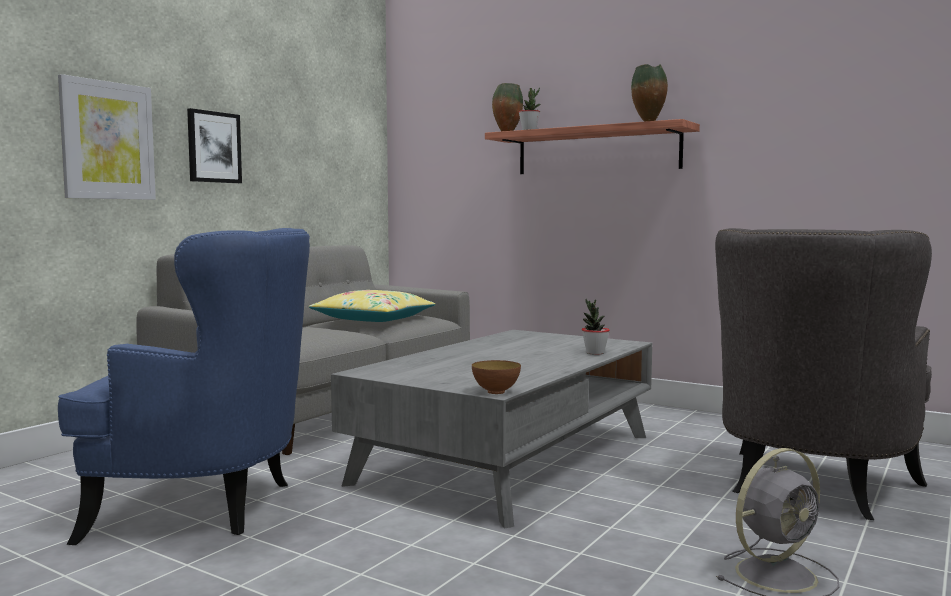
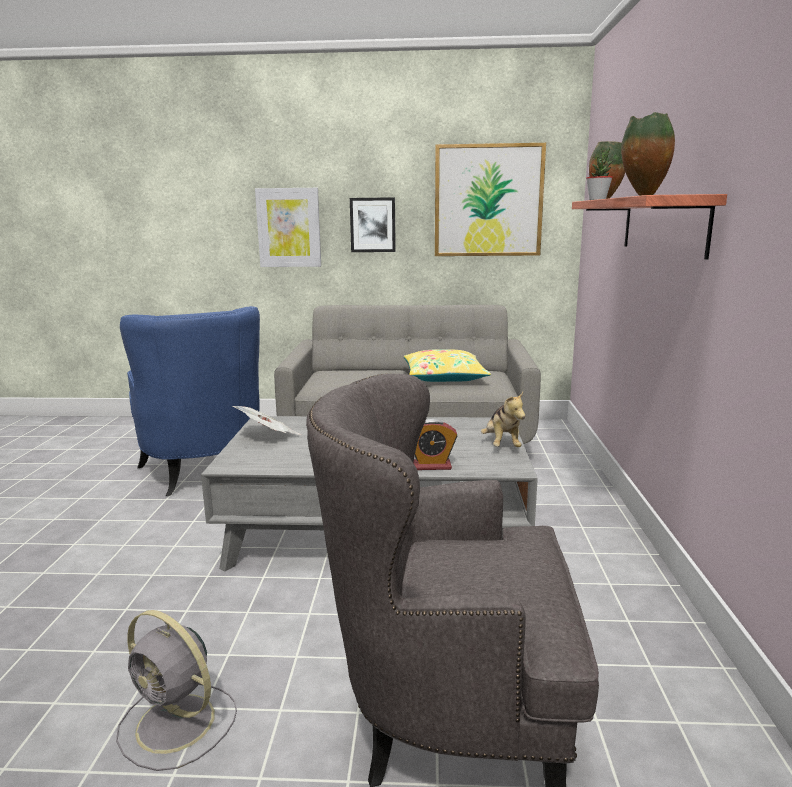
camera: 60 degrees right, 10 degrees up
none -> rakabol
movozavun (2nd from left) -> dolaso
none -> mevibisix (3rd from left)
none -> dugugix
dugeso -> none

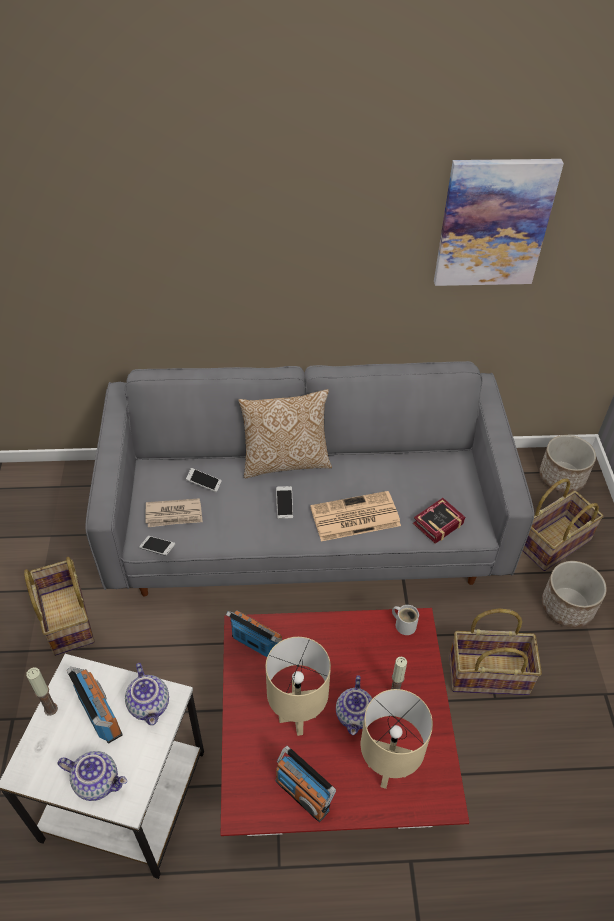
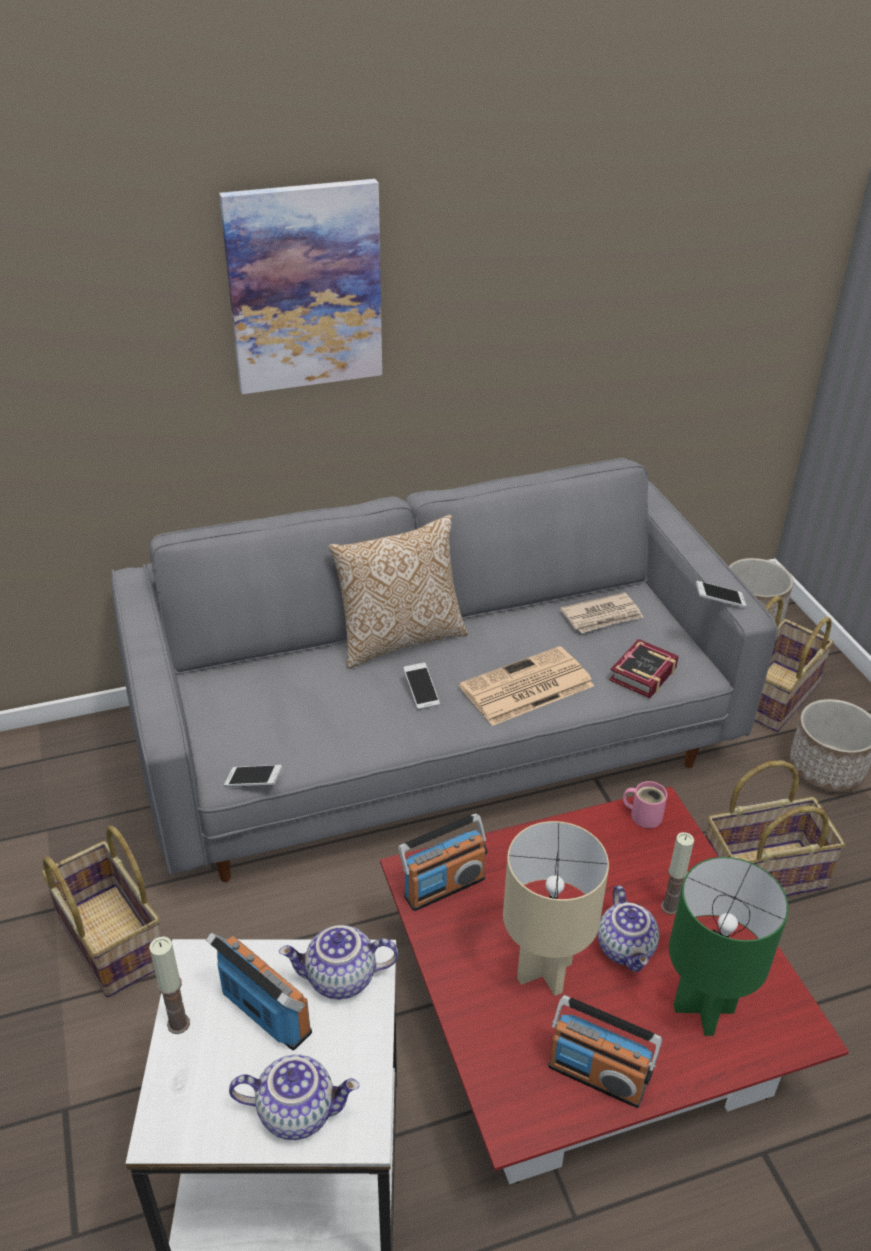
camera: 15 degrees left, 10 degrees down
mevibisix, move
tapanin (2nd from left), 120 degrees clockwise
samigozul (2nd from left), 135 degrees clockwise
rakabol (1st from left in the first image) -> rakabol (2nd from left), move
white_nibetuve -> pink_nibetuve
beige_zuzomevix (2nd from left) -> green_zuzomevix
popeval (2nd from left in the first image) -> popeval (3rd from left), move

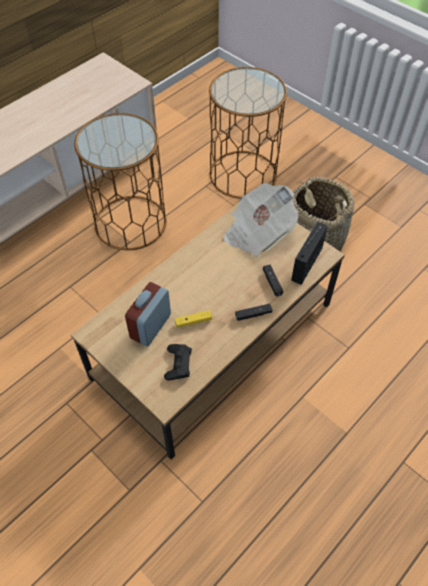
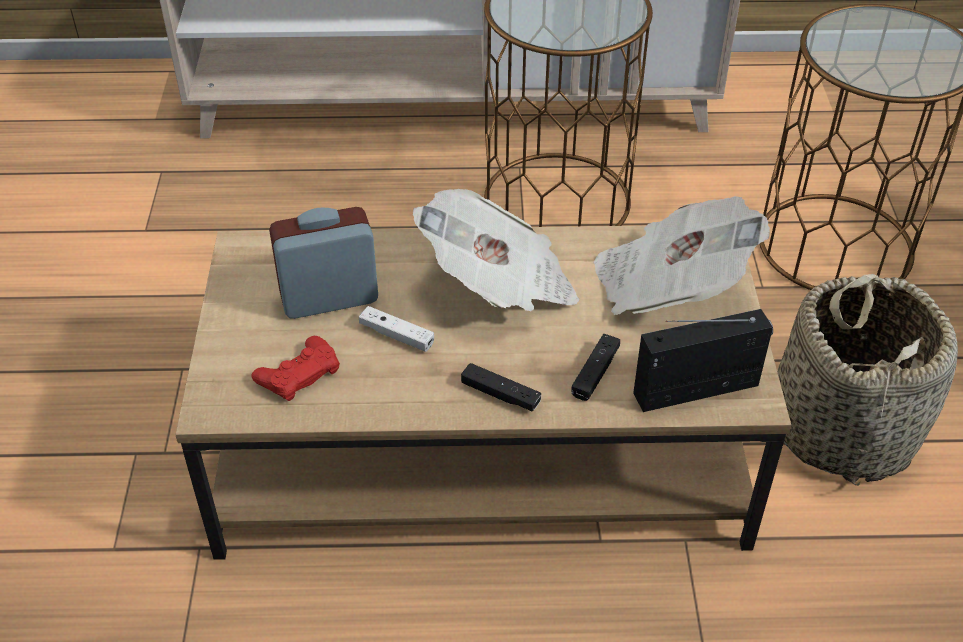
camera: 45 degrees right, 10 degrees down
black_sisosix (1st from left) -> red_sisosix
yellow_sisosix -> white_sisosix
none -> rakabol (1st from left)

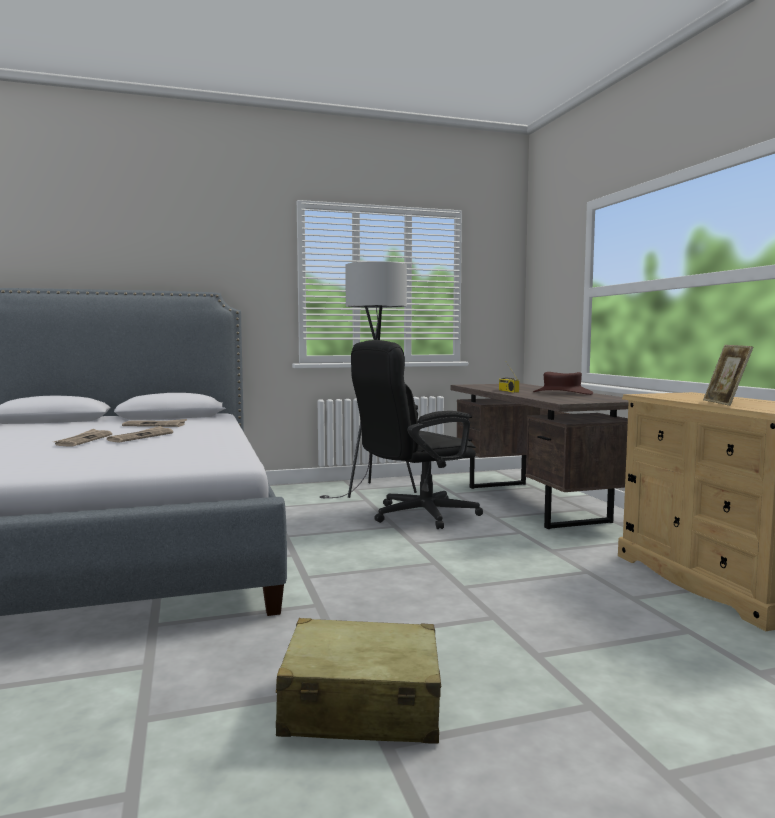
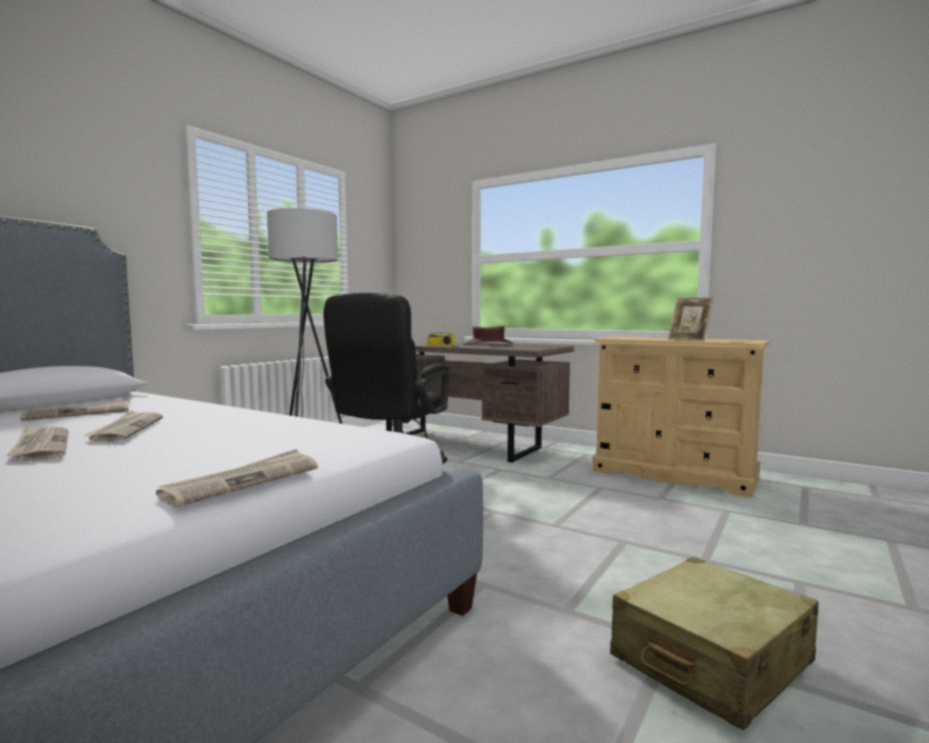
camera: 40 degrees left, 0 degrees up
none -> rakabol (4th from left)

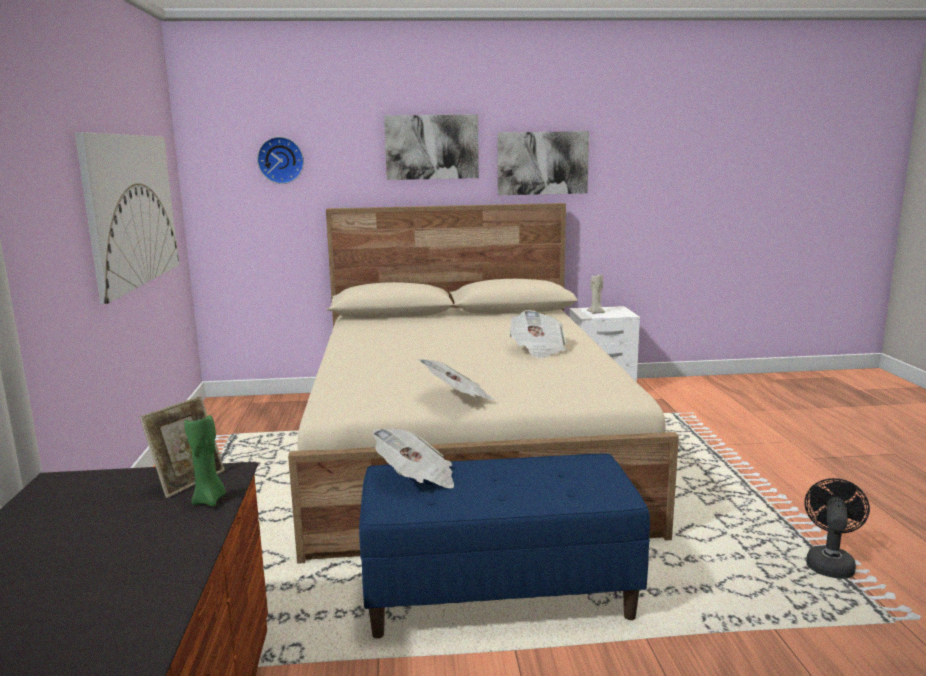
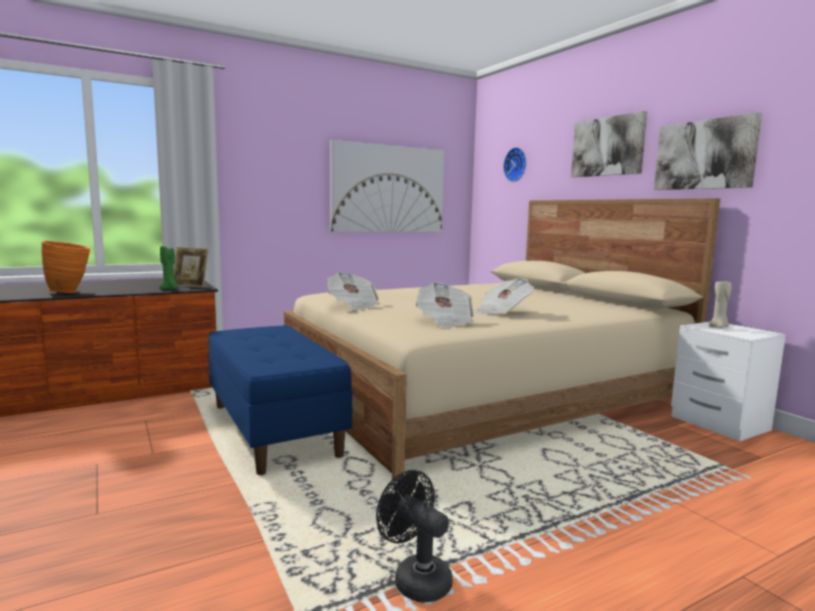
camera: 65 degrees right, 5 degrees down
none -> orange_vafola
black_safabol, 135 degrees counterclockwise
rakabol (1st from left in the first image) -> rakabol (2nd from left), move

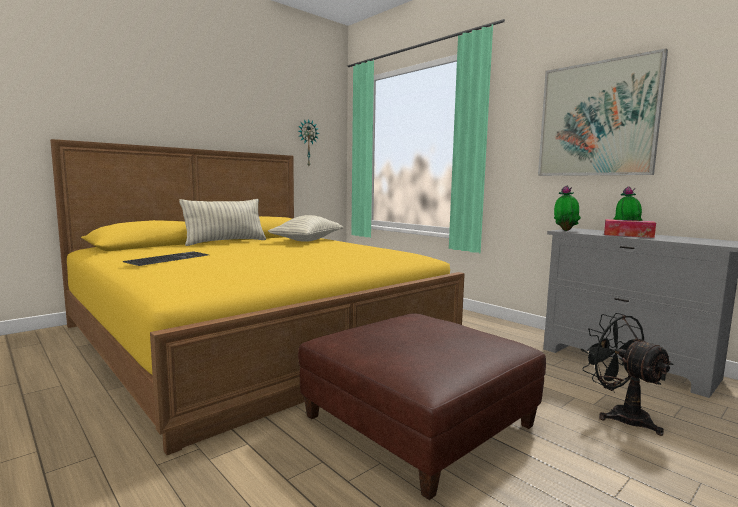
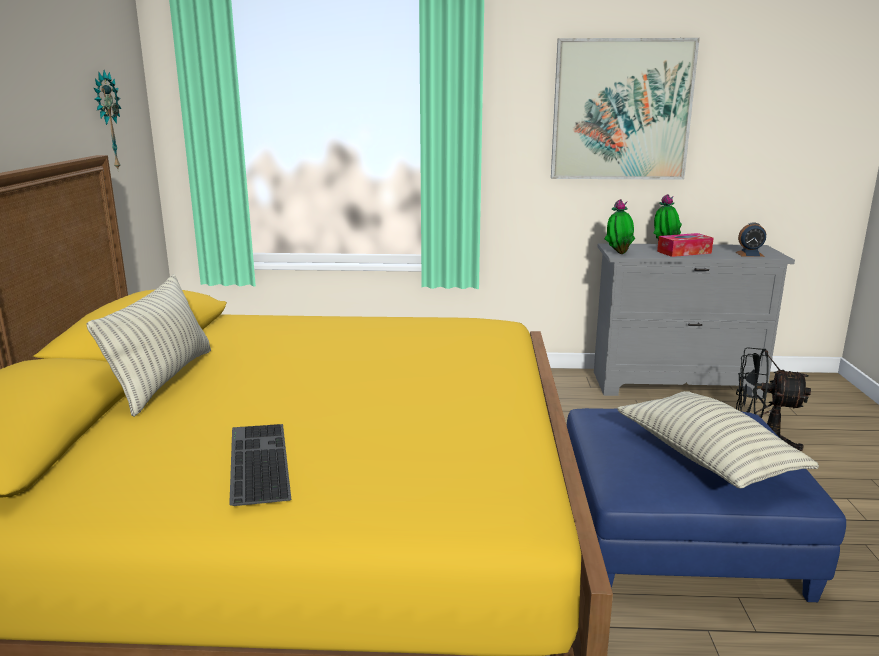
camera: 45 degrees left, 10 degrees up
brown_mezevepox -> blue_mezevepox
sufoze (2nd from left), move
none -> dolaso

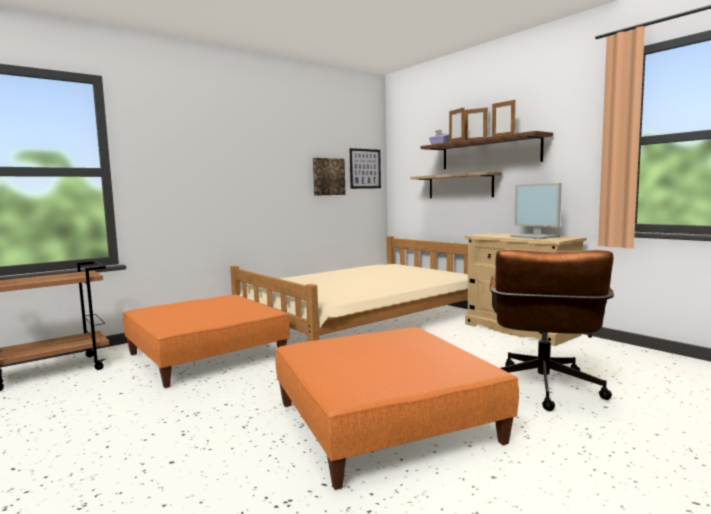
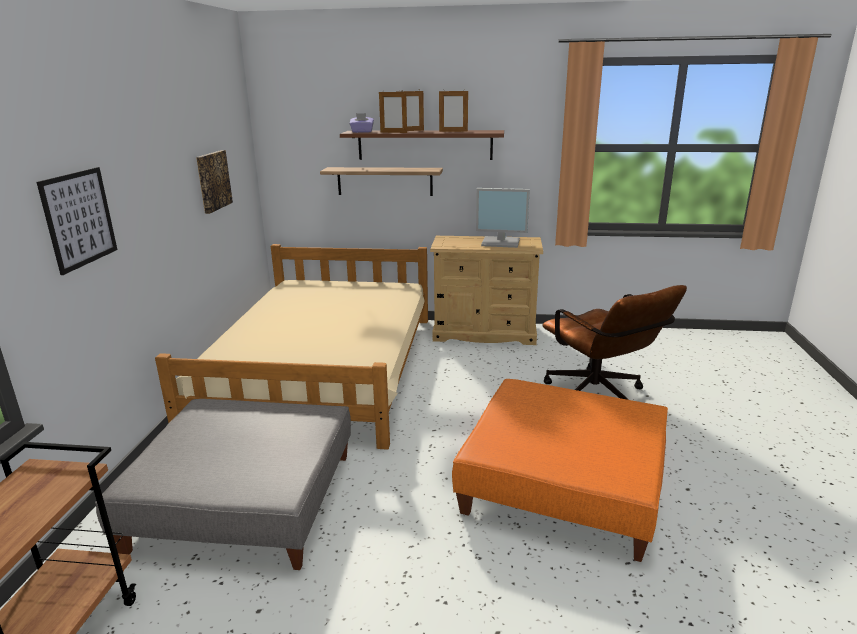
camera: 45 degrees left, 15 degrees up
mevibisix (2nd from left in the first image) -> mevibisix (1st from left), move
orange_mezevepox (1st from left) -> grey_mezevepox

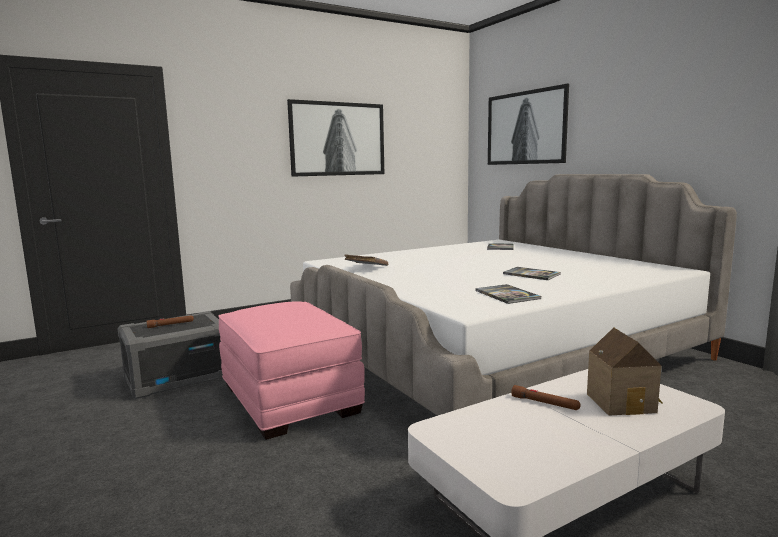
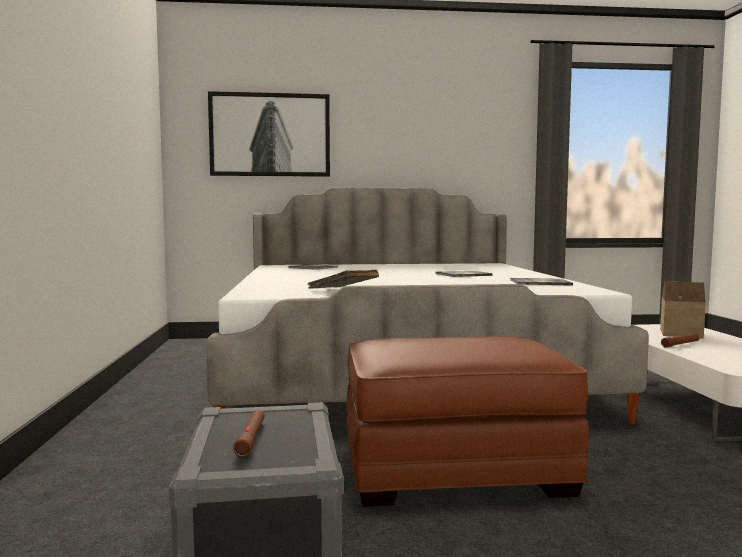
camera: 65 degrees left, 5 degrees down
pink_mezevepox -> brown_mezevepox
mevibisix (1st from left) -> none

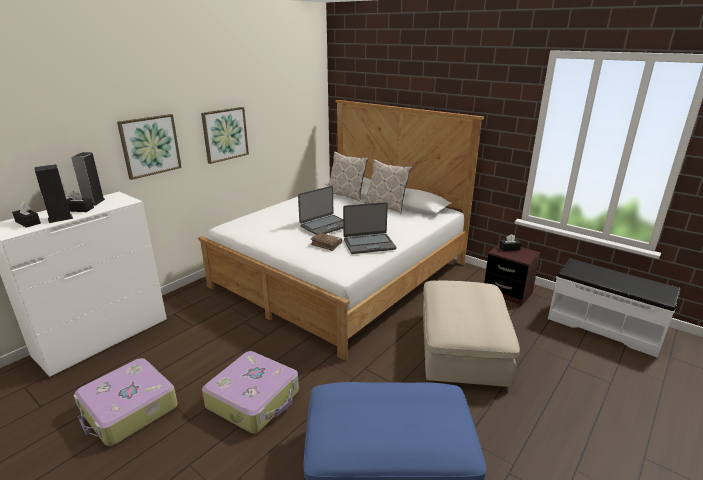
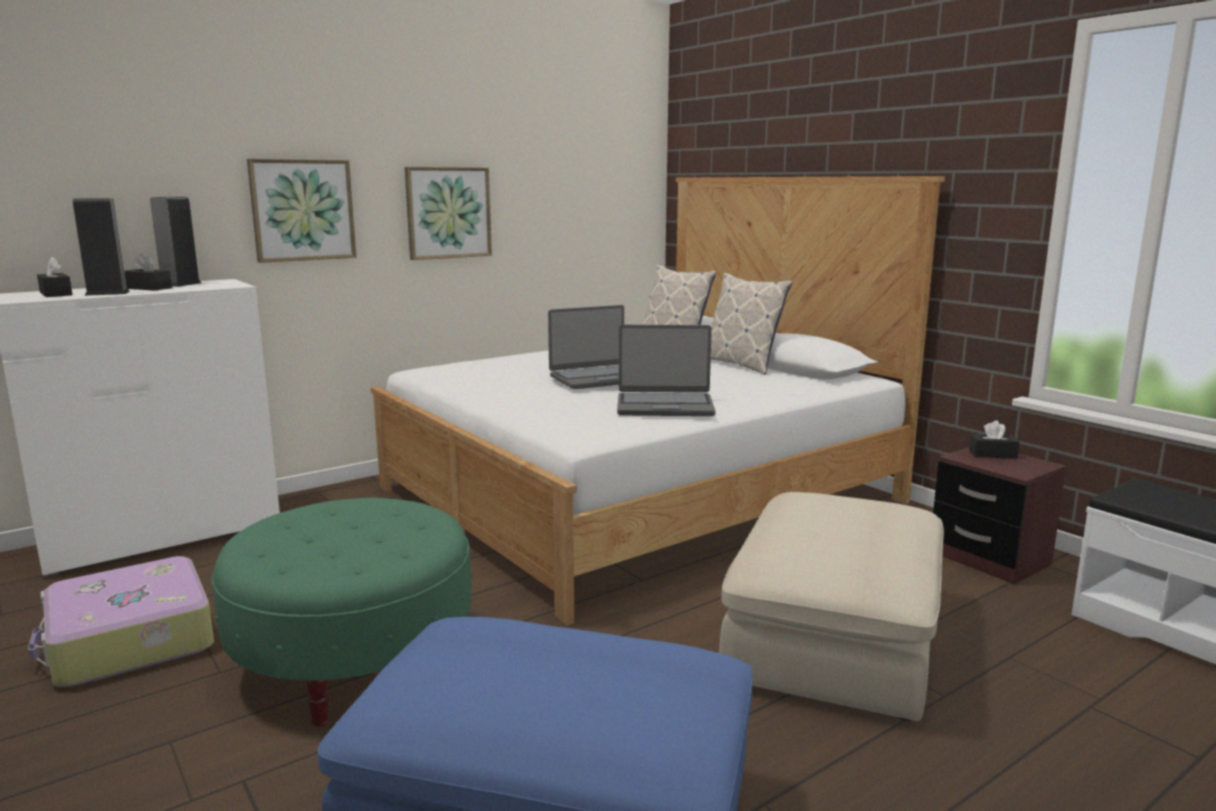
camera: 15 degrees right, 10 degrees down
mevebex (2nd from left) -> green_mezevepox
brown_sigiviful -> none

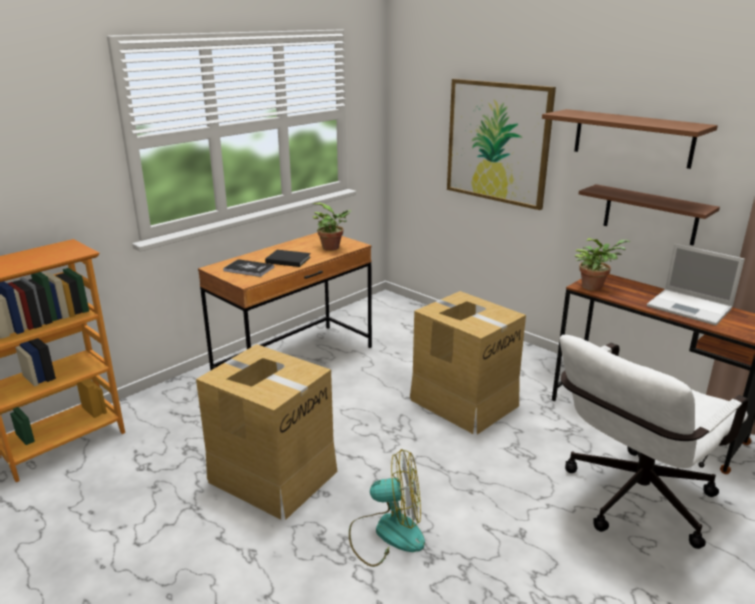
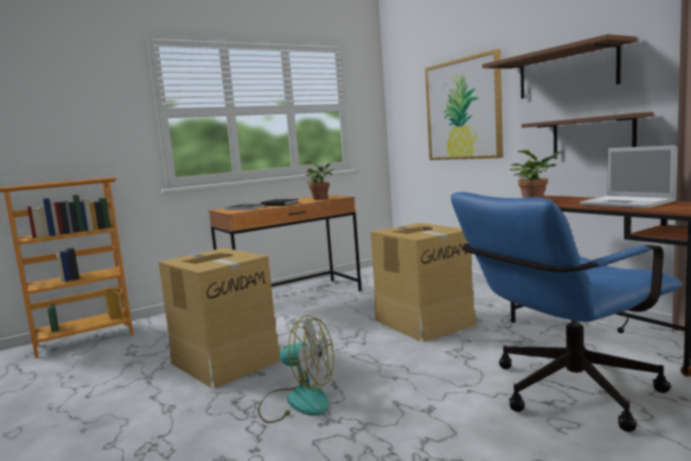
camera: 15 degrees right, 15 degrees down
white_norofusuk -> blue_norofusuk

